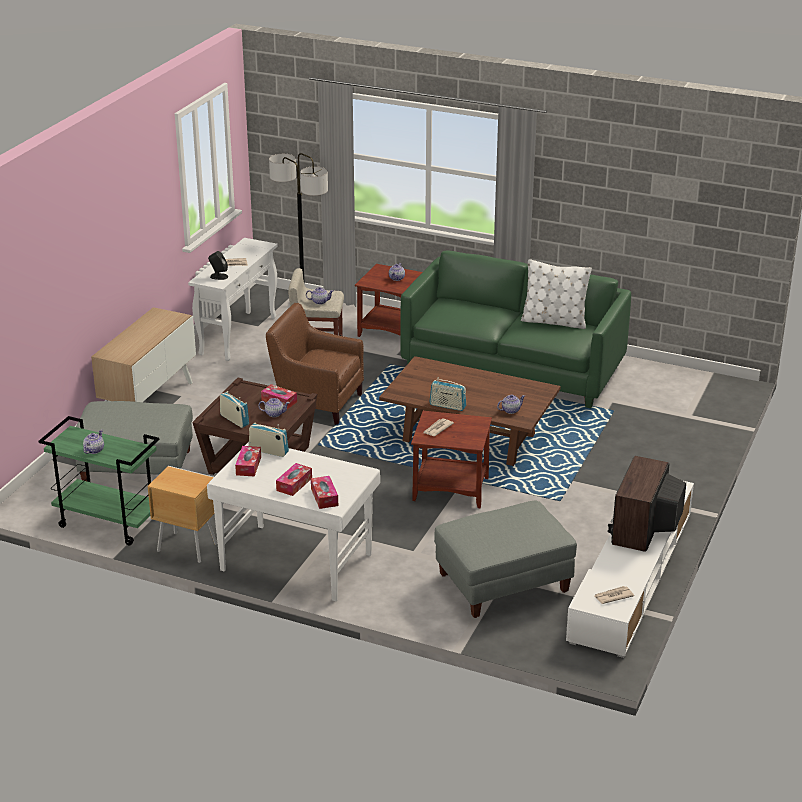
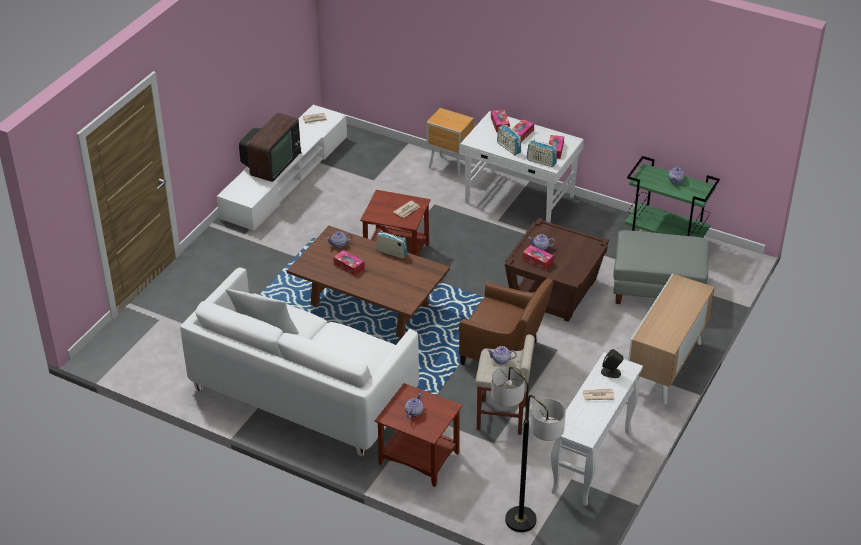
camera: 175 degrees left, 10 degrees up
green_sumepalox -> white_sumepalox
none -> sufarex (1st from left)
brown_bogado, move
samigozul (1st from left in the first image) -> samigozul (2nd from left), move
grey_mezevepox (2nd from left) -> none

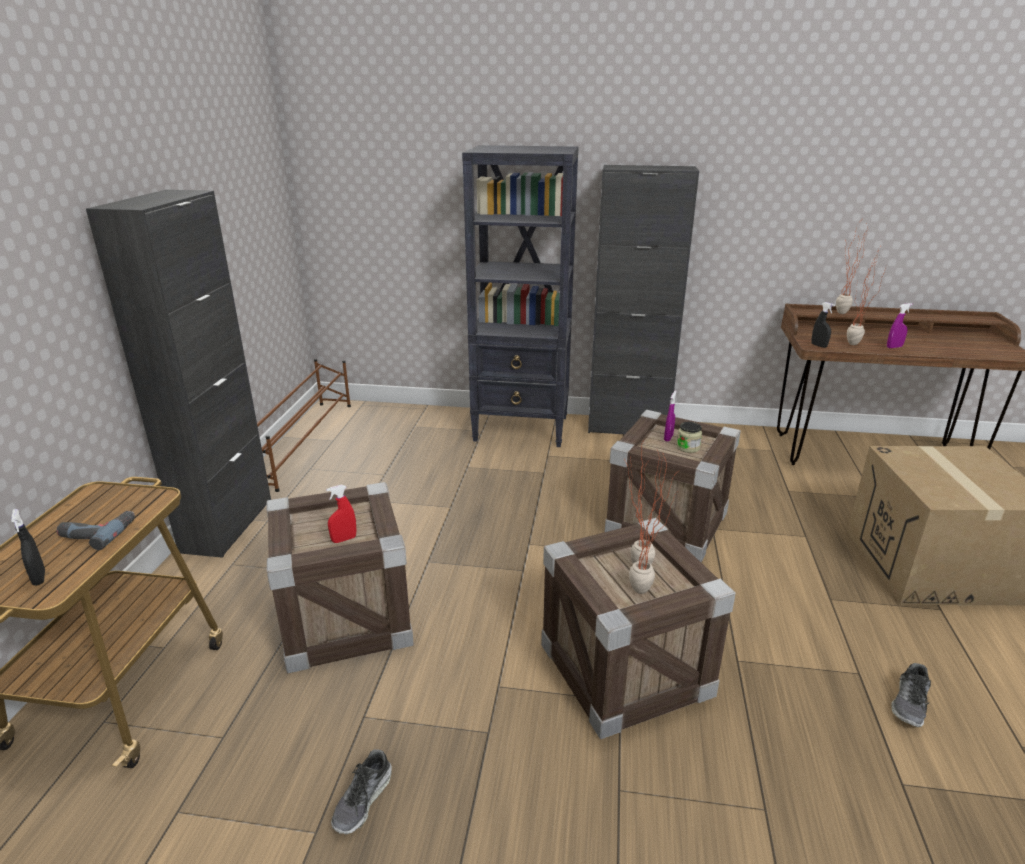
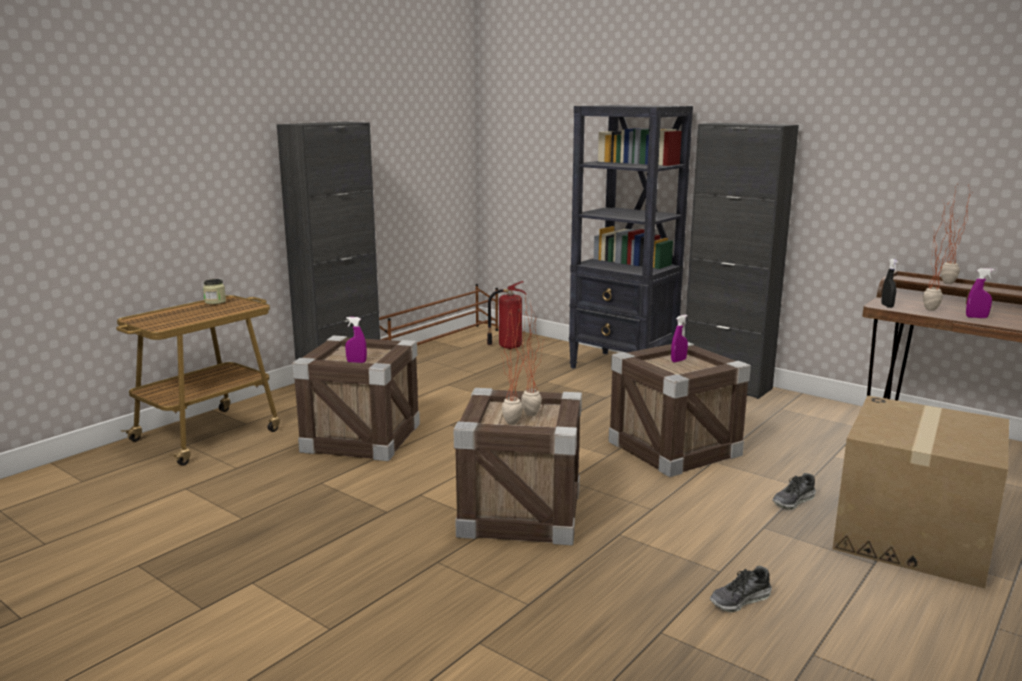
camera: 30 degrees right, 10 degrees down
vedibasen, move
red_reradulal -> purple_reradulal (1st from left)
none -> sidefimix
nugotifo (1st from left in the first image) -> nugotifo (2nd from left), move
black_reradulal (1st from left) -> none
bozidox -> none

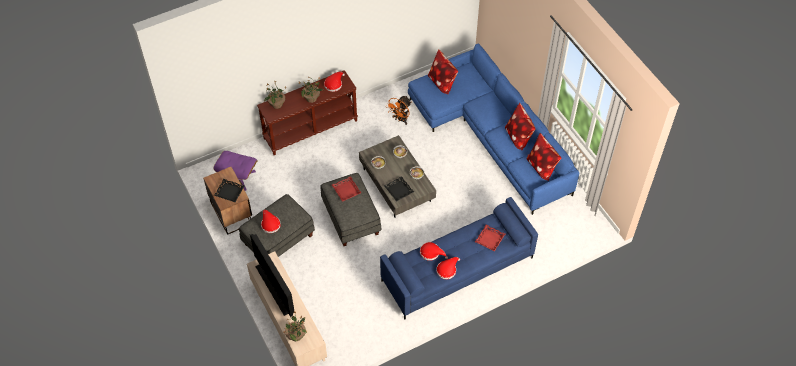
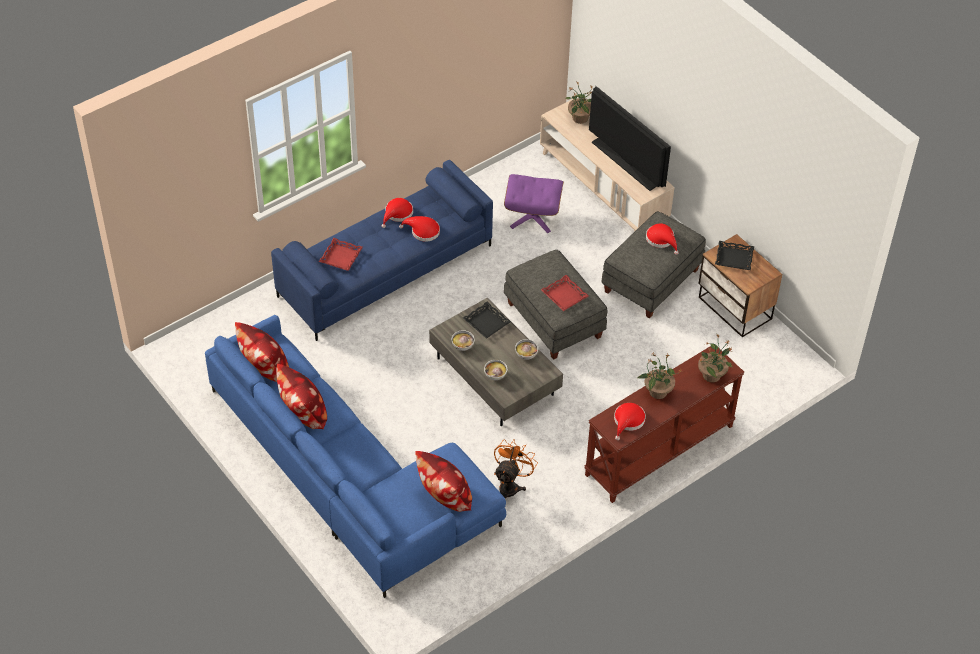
camera: 170 degrees right, 5 degrees down
purple_mezevepox, move

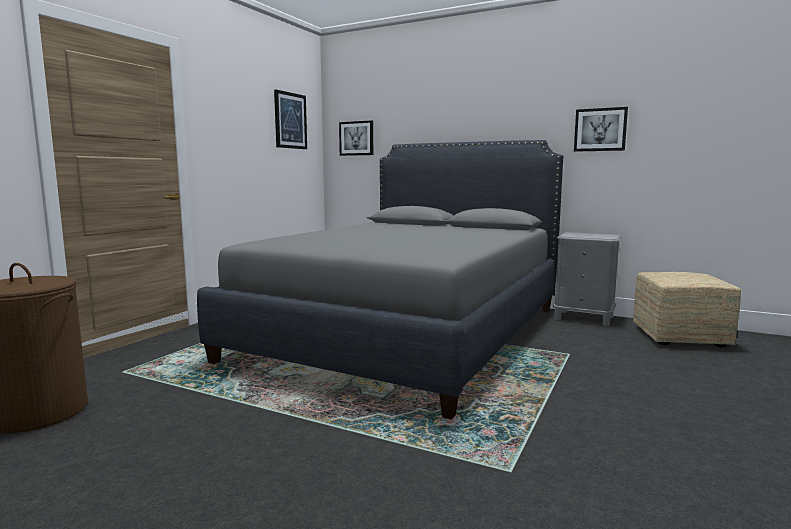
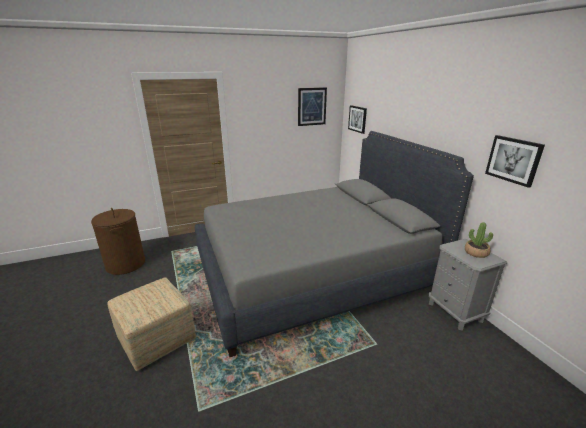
camera: 40 degrees right, 15 degrees up
mezevepox, move
none -> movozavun

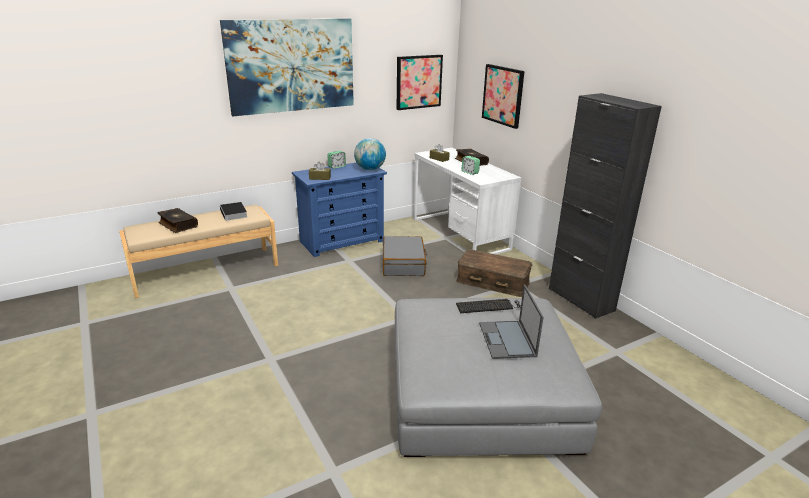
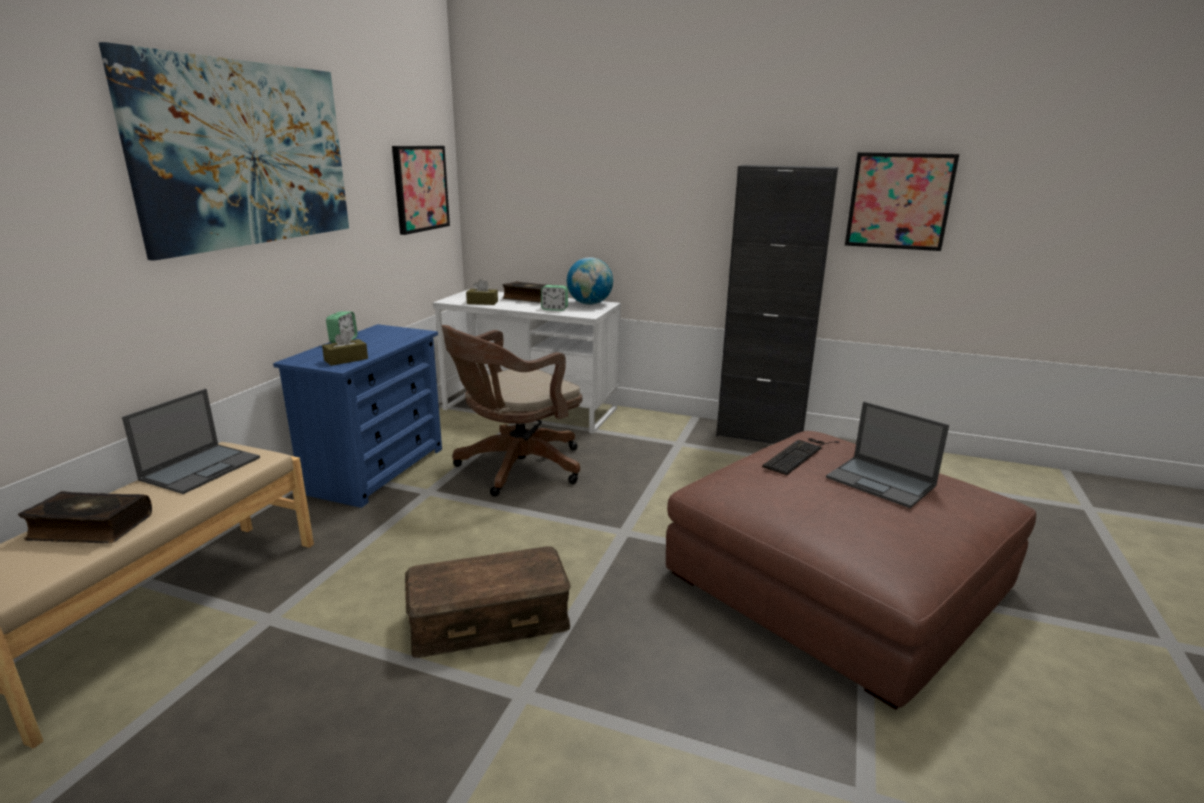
camera: 40 degrees left, 5 degrees down
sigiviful (2nd from left) -> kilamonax (1st from left)
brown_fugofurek, move
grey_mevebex -> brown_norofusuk
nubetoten, move
grey_mezevepox -> brown_mezevepox
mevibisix (3rd from left), move

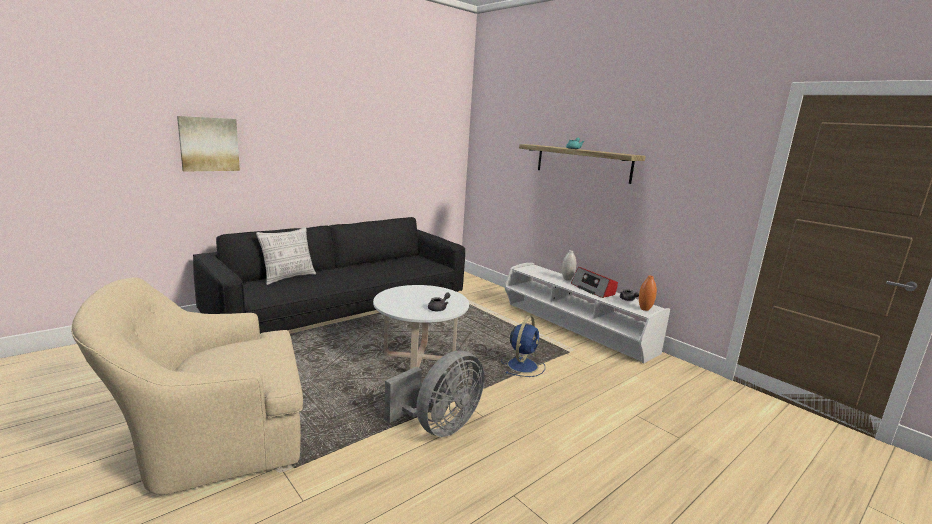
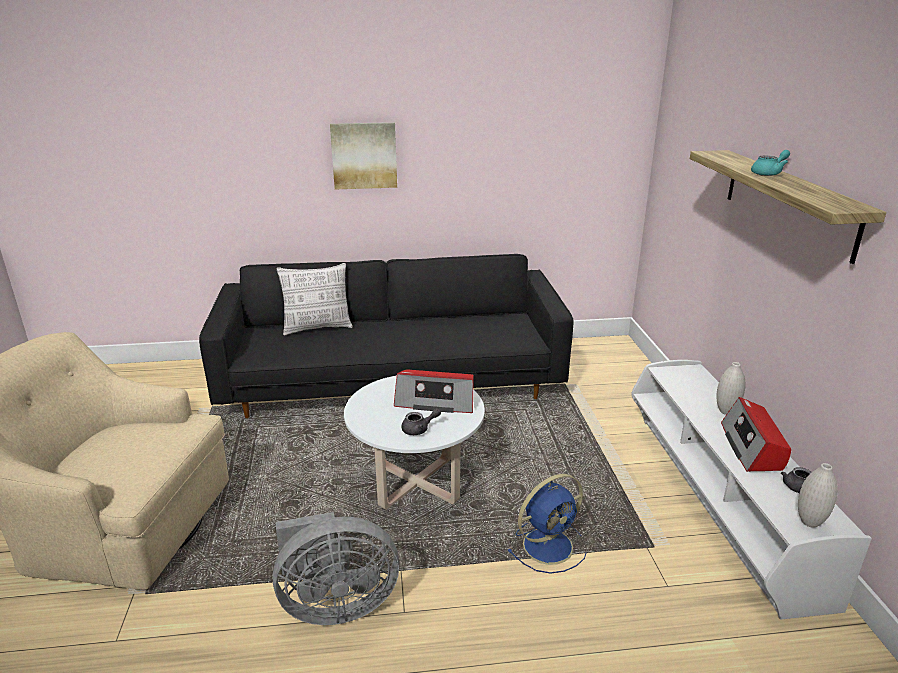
camera: 35 degrees right, 10 degrees up
mevibisix, move
none -> samigozul (1st from left)
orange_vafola -> white_vafola (2nd from left)

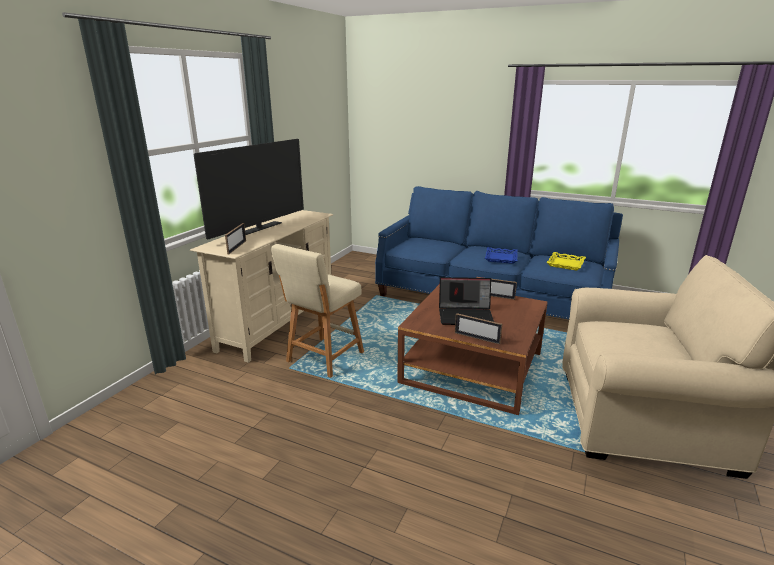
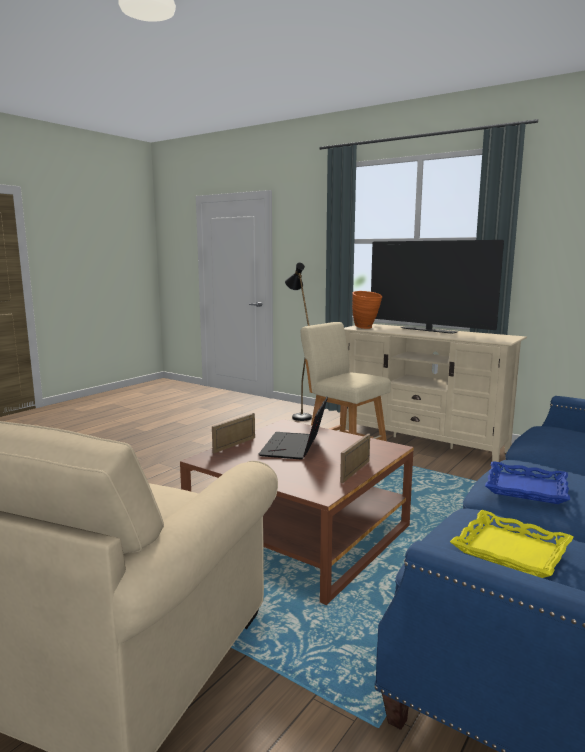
camera: 100 degrees right, 10 degrees down
none -> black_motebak
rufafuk (1st from left) -> orange_vafola

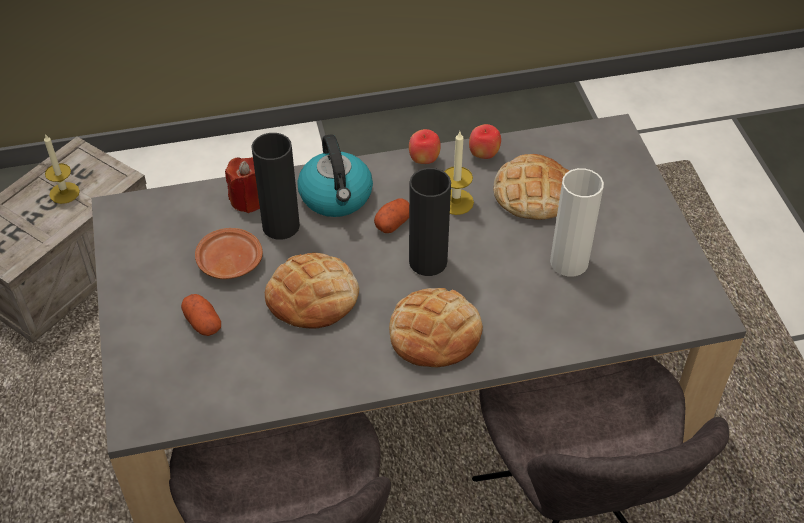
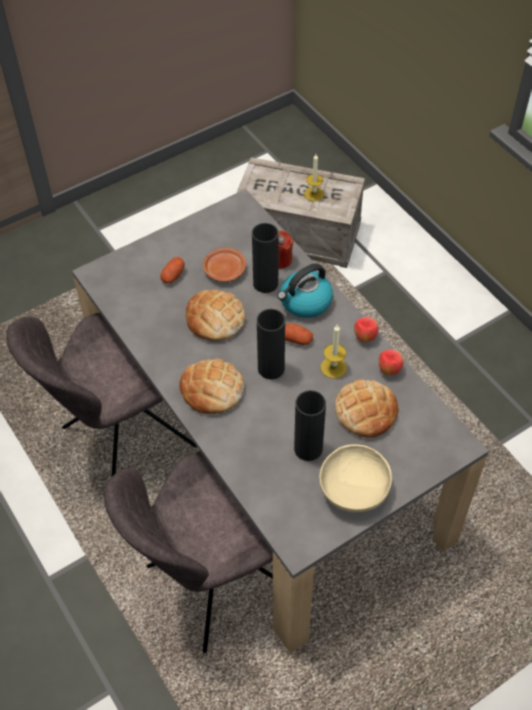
camera: 70 degrees right, 5 degrees up
white_vafola -> black_vafola (3rd from left)
none -> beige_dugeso

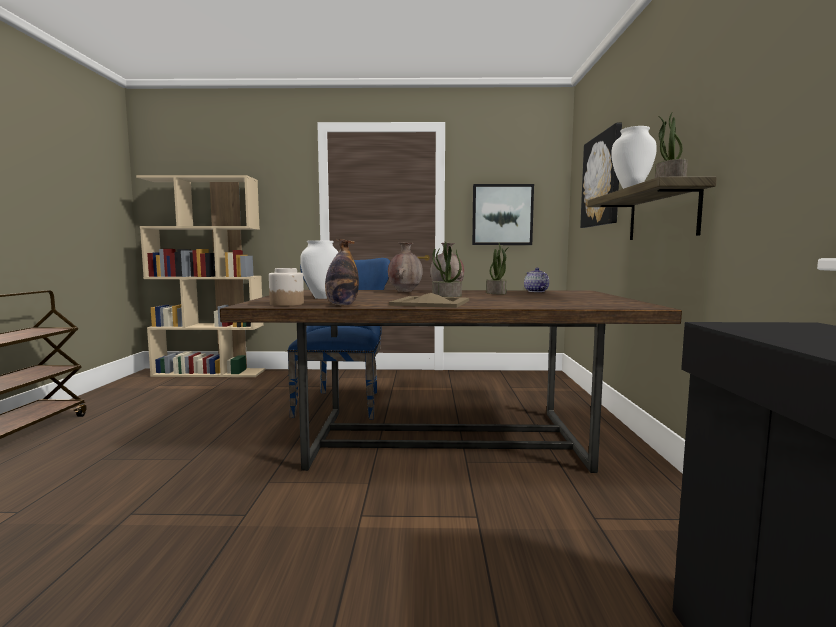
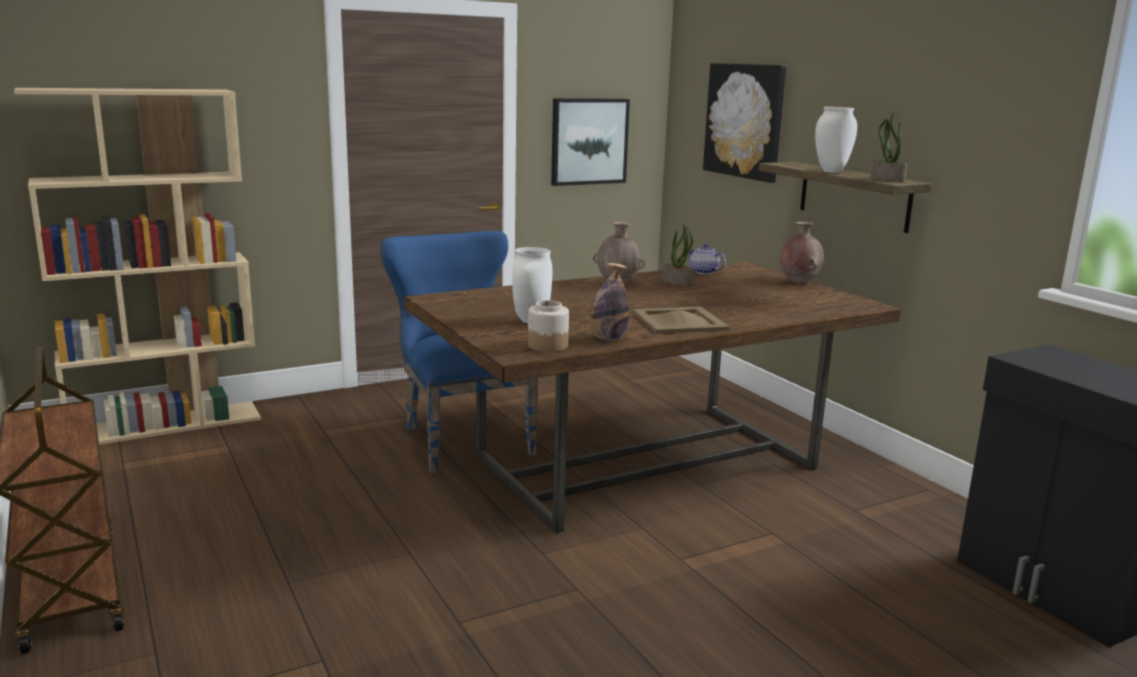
camera: 30 degrees left, 10 degrees up
brown_vafola (1st from left in the first image) -> brown_vafola (2nd from left), move
movozavun (1st from left) -> none

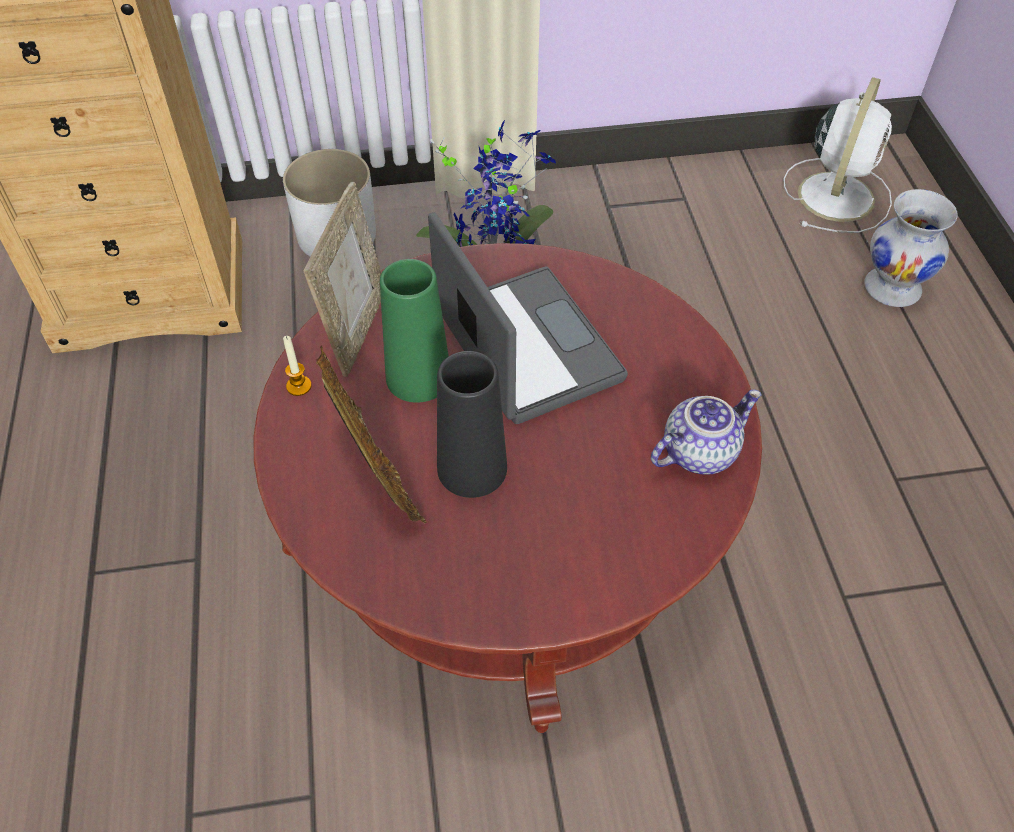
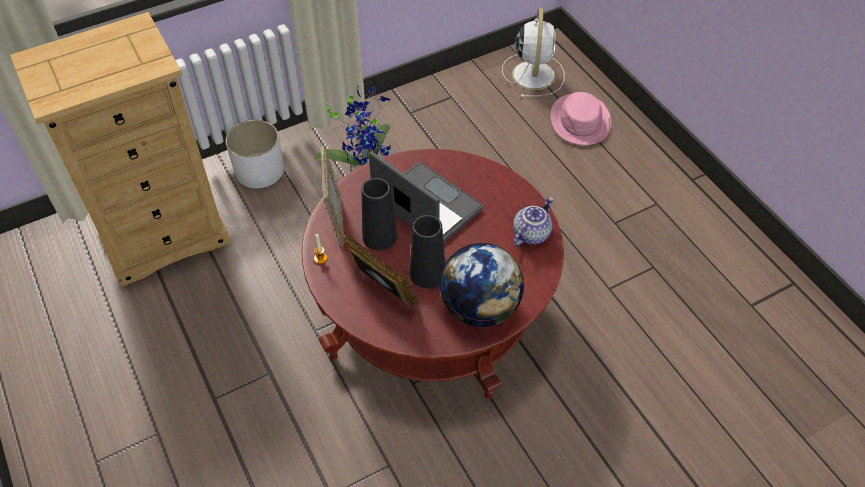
camera: 20 degrees left, 0 degrees up
green_vafola -> black_vafola (1st from left)
none -> nubetoten
white_vafola -> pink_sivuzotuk

